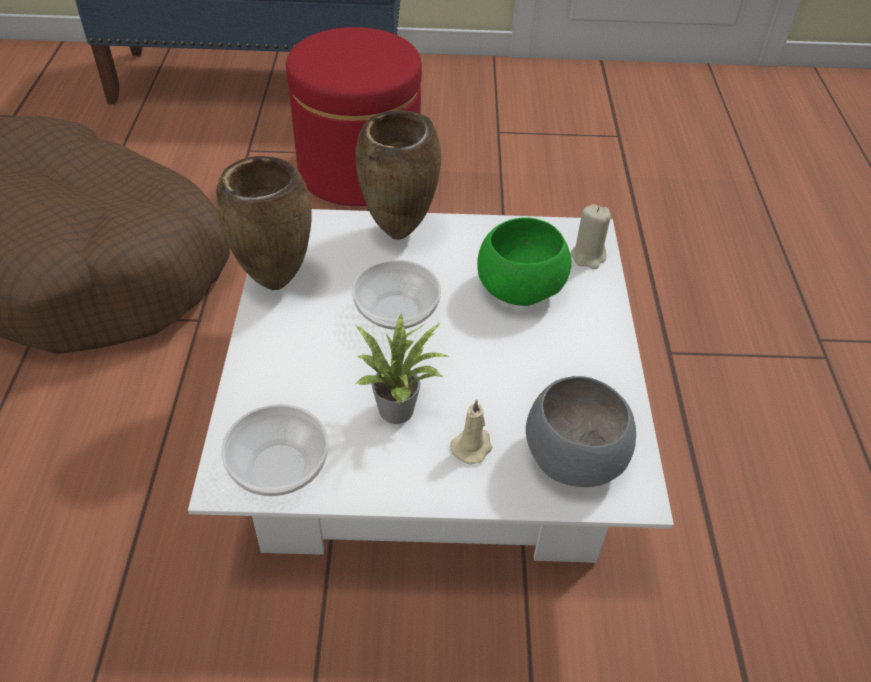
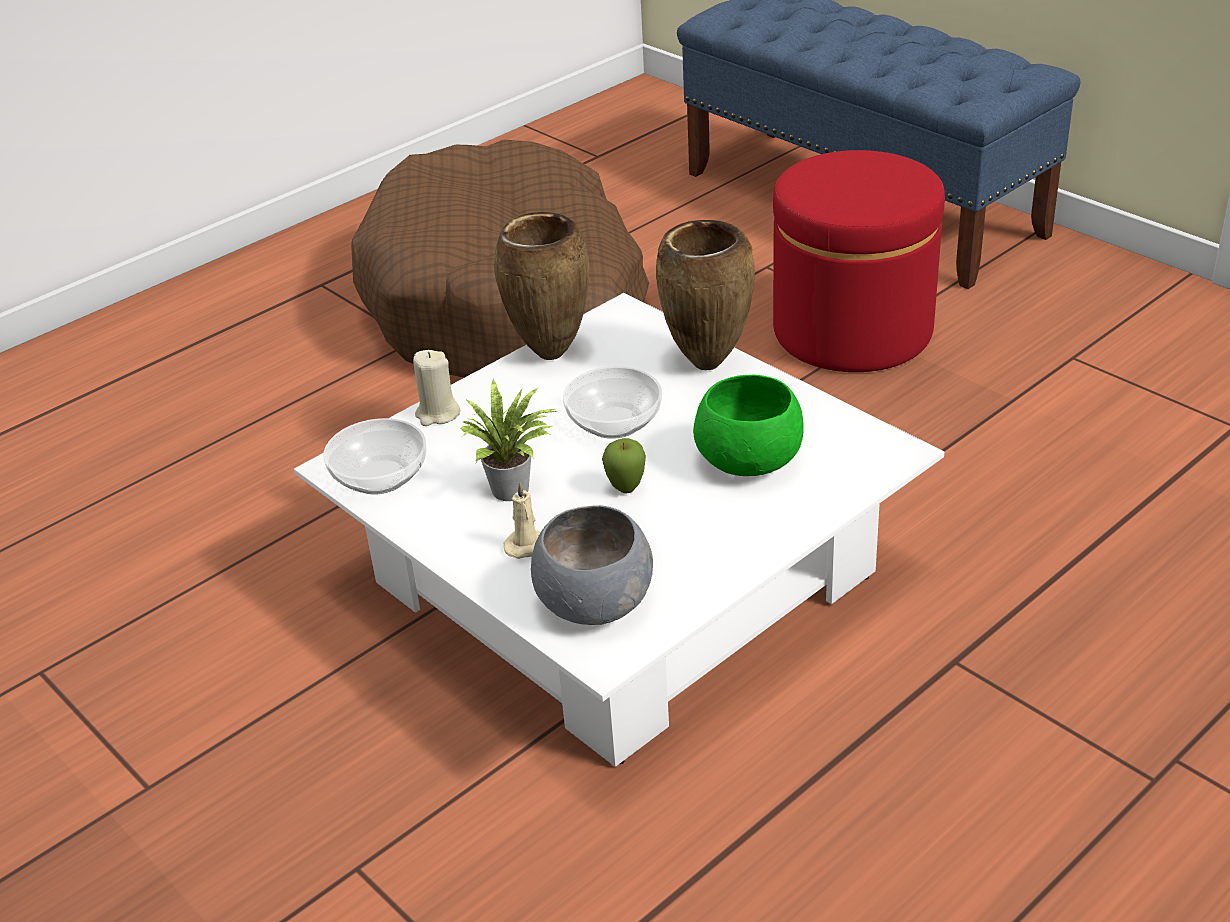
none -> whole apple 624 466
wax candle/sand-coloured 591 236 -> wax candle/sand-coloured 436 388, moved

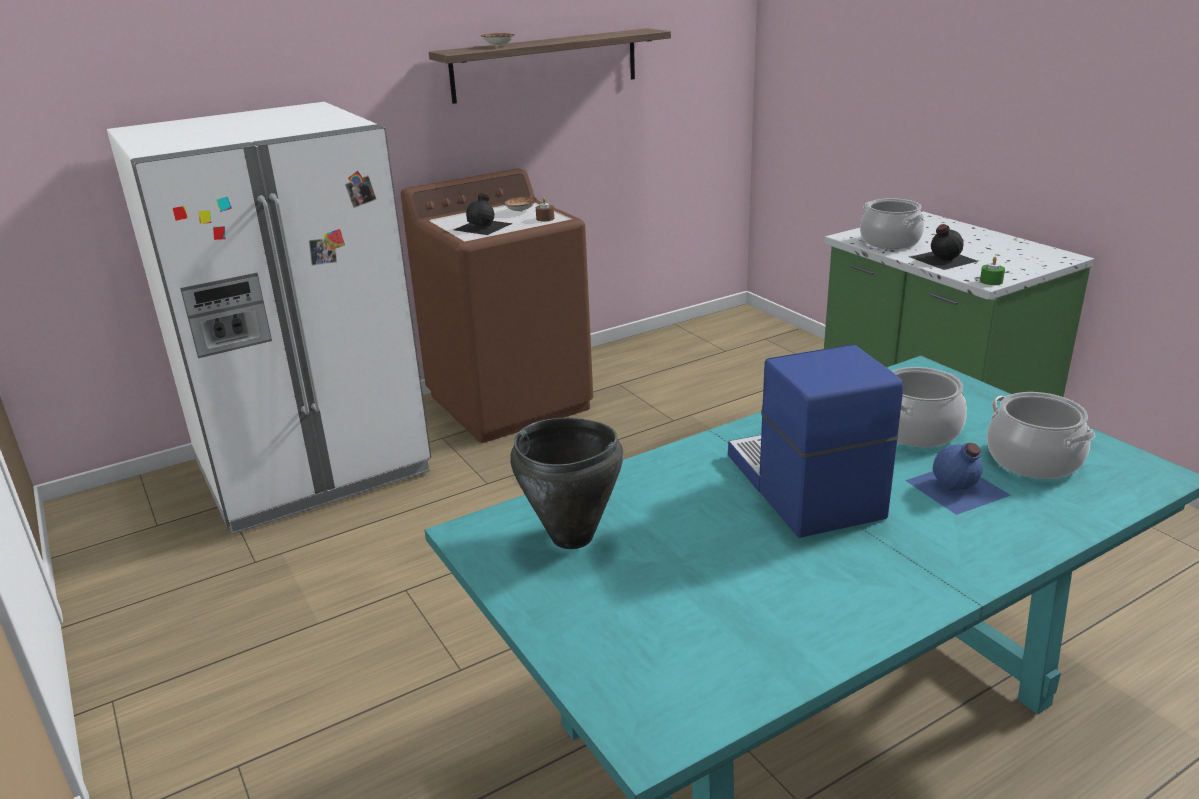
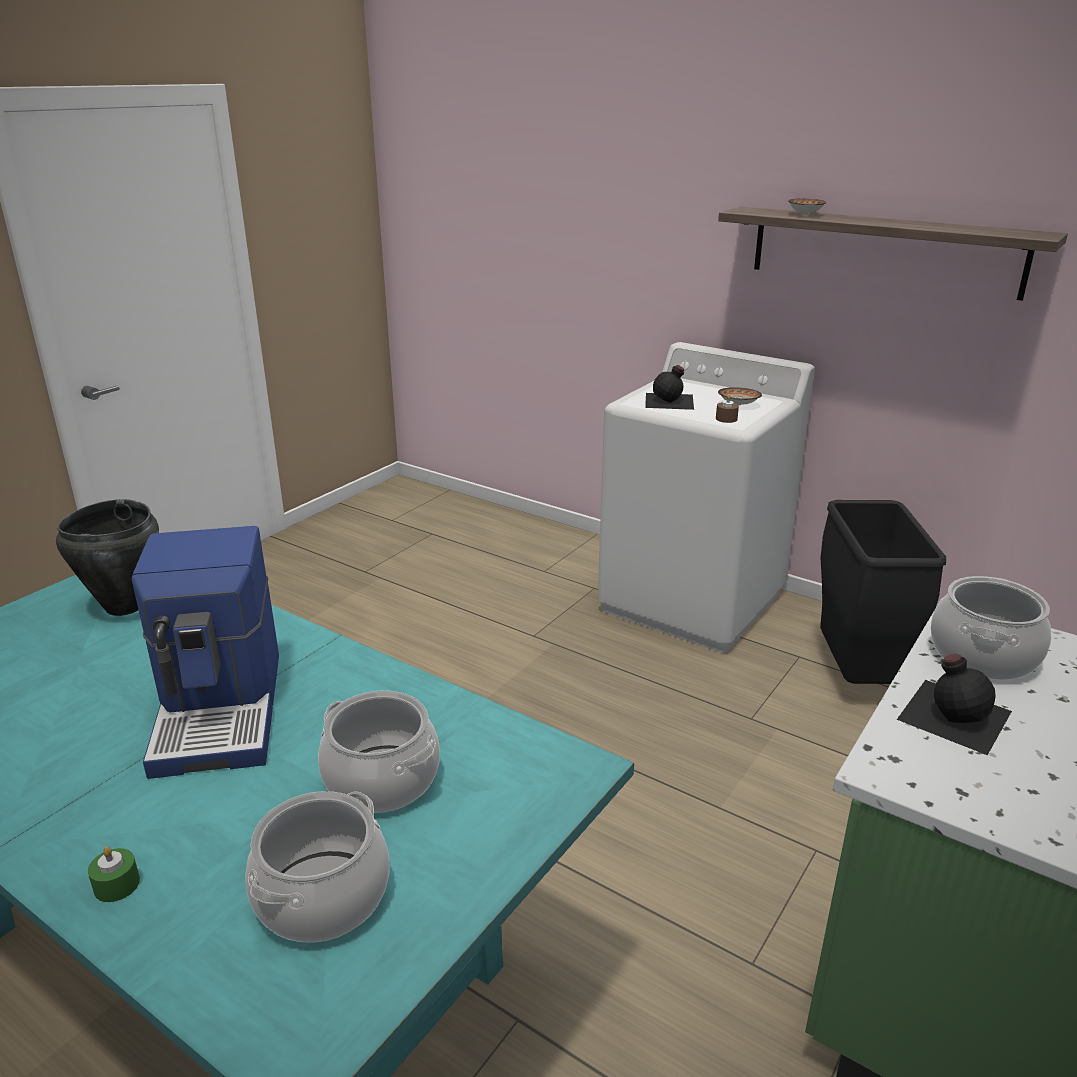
fridge/whitish 269 318 -> none
beverage bottle/blue 958 479 -> none
none -> waste bin/black 883 592
wax candle/greenish 992 271 -> wax candle/greenish 114 874, moved
laundry machine/brown 496 306 -> laundry machine/whitish 706 497
coffee maker 815 441 -> coffee maker 205 652, 120 degrees clockwise

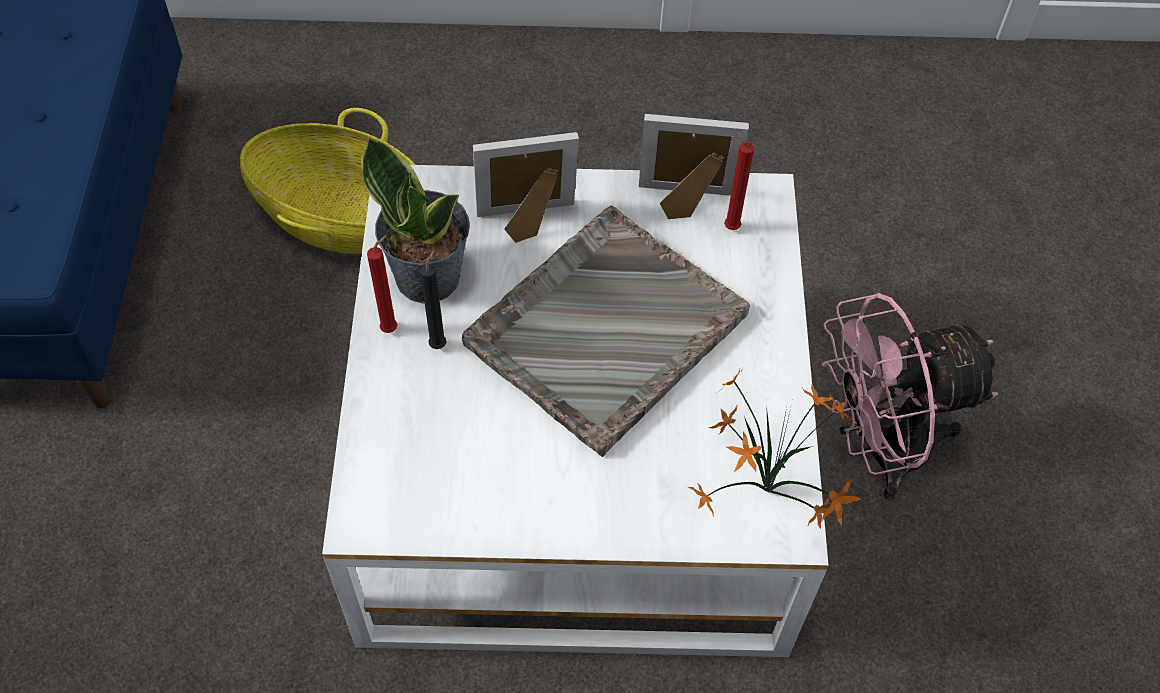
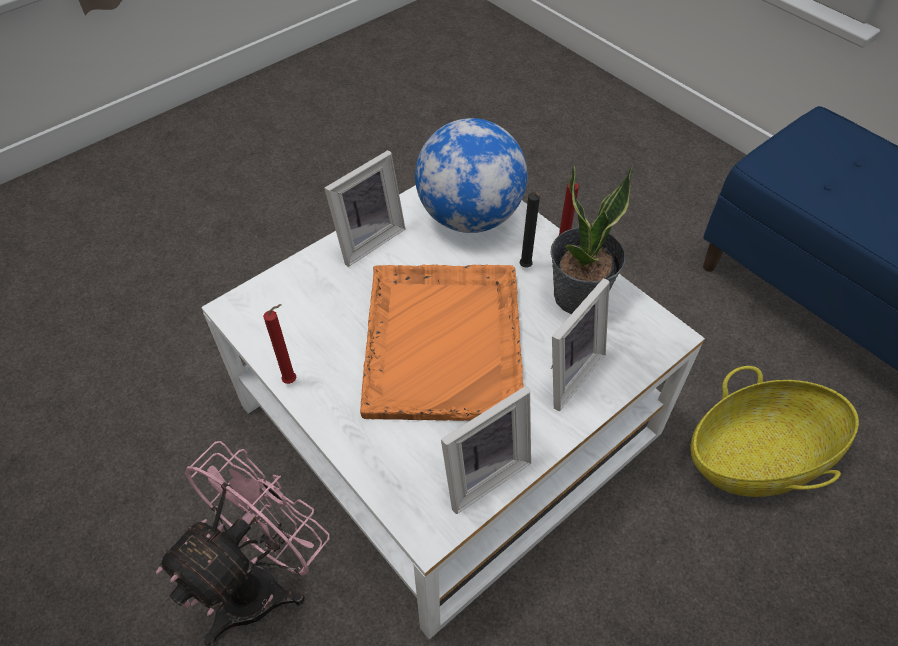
plant in a pot 774 448 -> none
none -> photo frame 364 208
none -> globe 471 175
wax candle/red 739 181 -> wax candle/red 279 344, moved
carrying tray/greyish 606 331 -> carrying tray/orangey 442 342

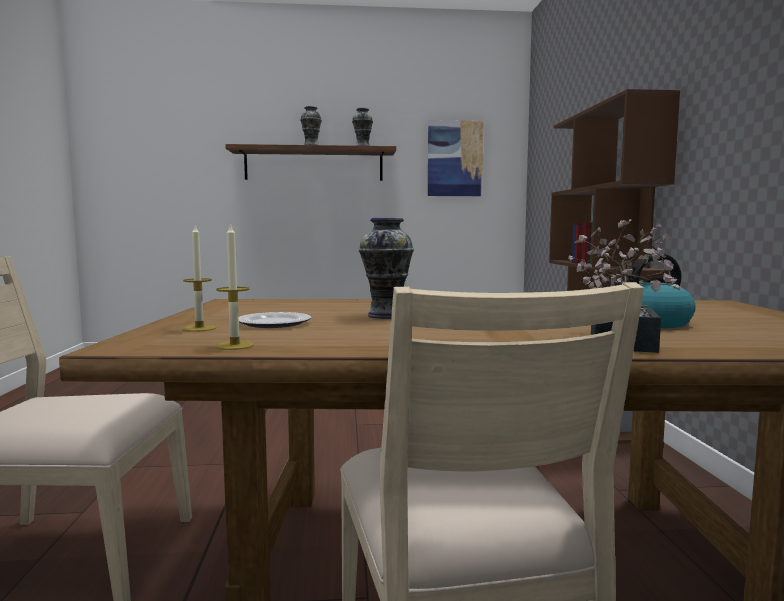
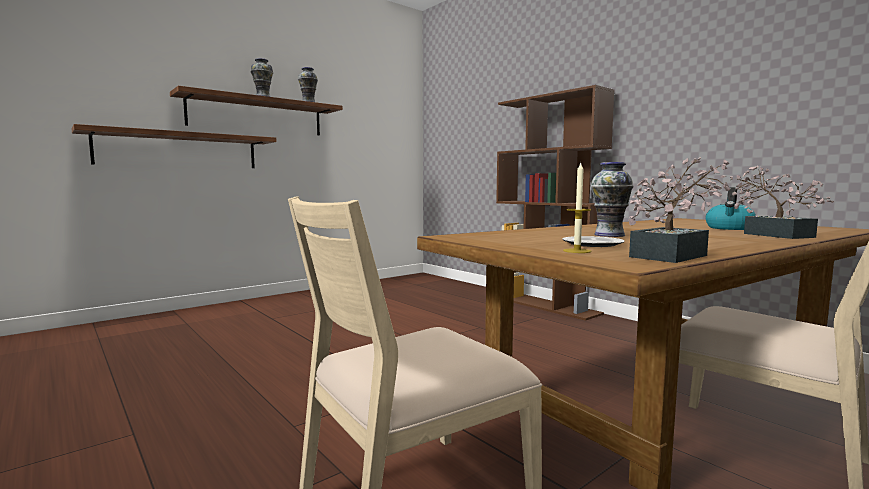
wall picture 456 158 -> none
none -> shelf 174 146
wax candle 234 286 -> plant in a pot 680 210

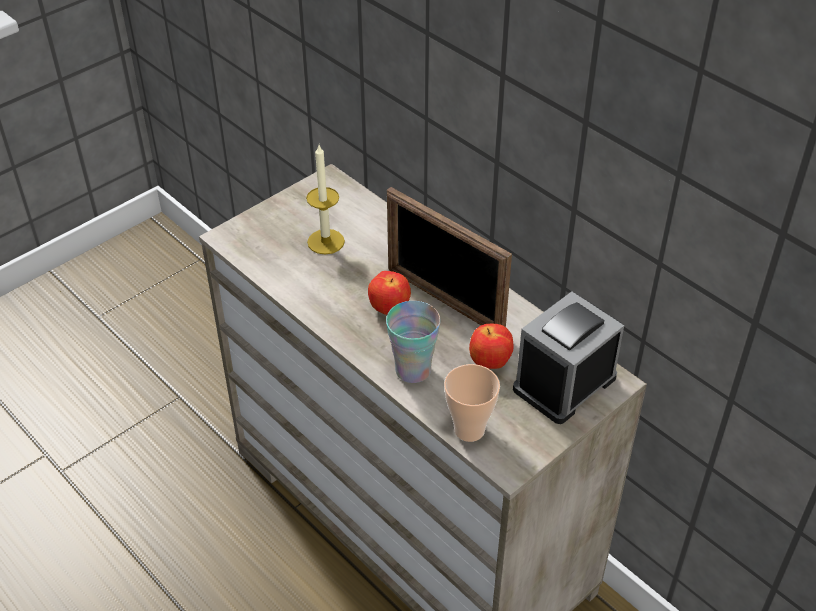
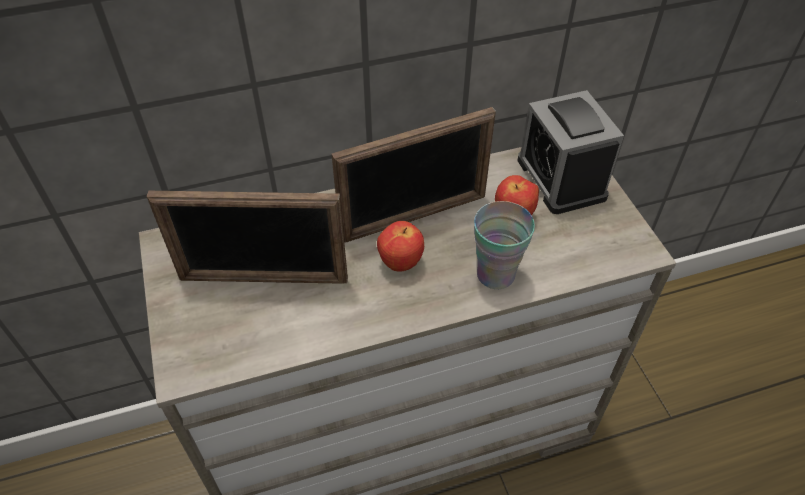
drinking cup 472 403 -> none
wax candle 325 200 -> photo frame 247 237

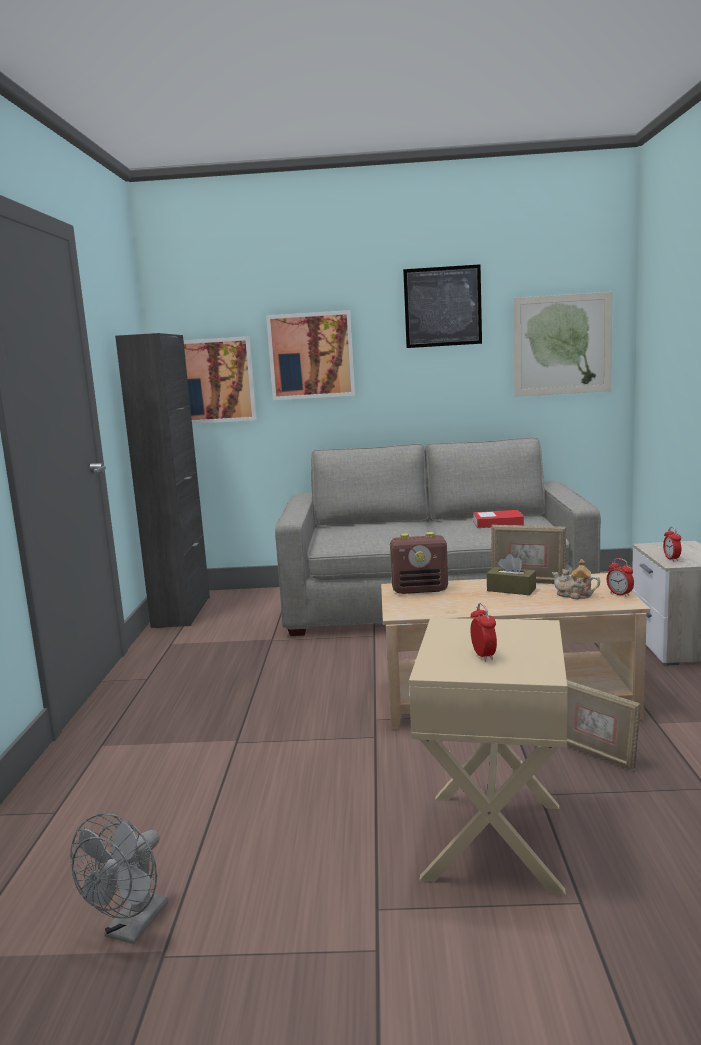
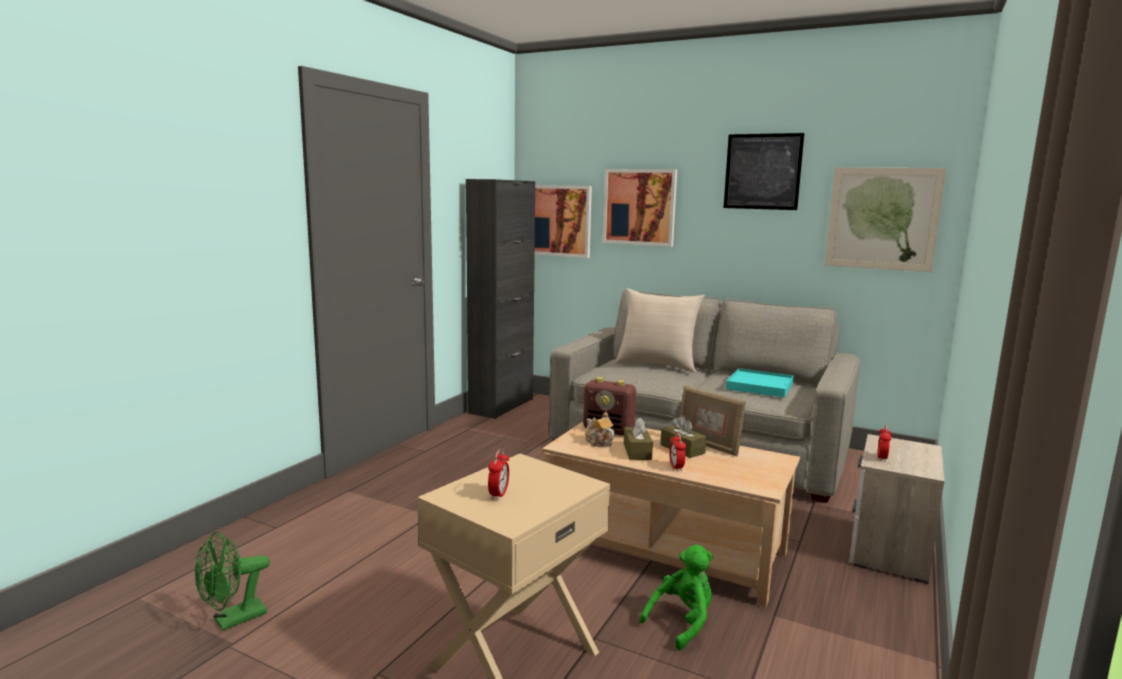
none -> throw pillow/sand-coloured 660 330
none -> tissue holder/brown 638 439
teapot 576 579 -> teapot 600 429, moved
alarm clock 620 577 -> alarm clock 677 451, moved
volume 498 519 -> carrying tray/turquoise 760 383
photo frame 604 725 -> cuddly toy/greenish 676 597
fan/greyish 119 879 -> fan/greenish 232 581

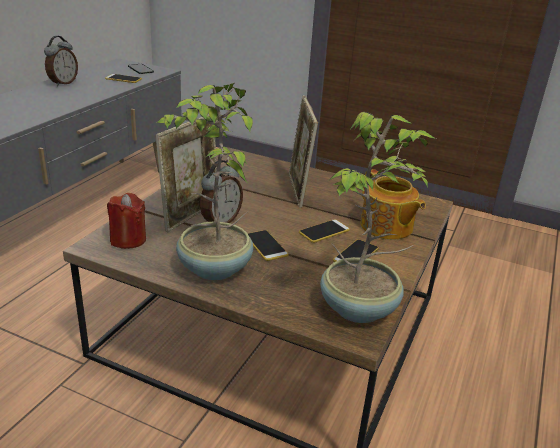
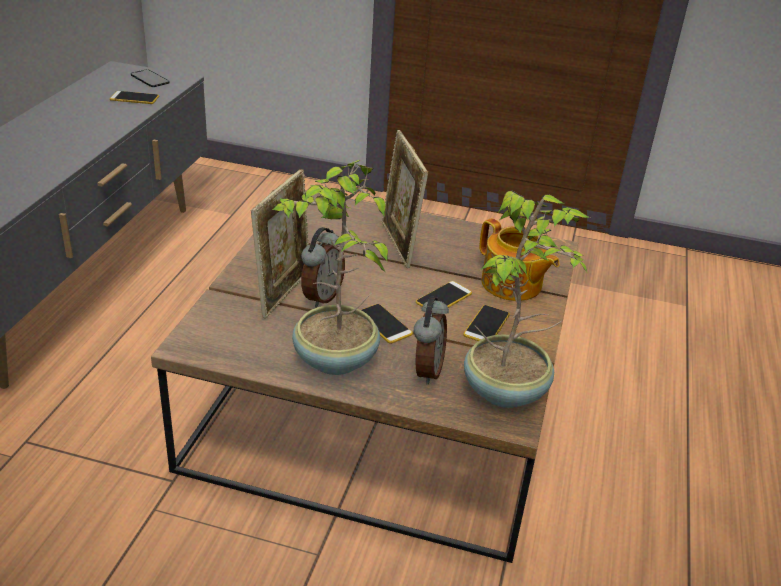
wax candle/red 126 221 -> none
alarm clock 61 61 -> alarm clock 431 341, moved

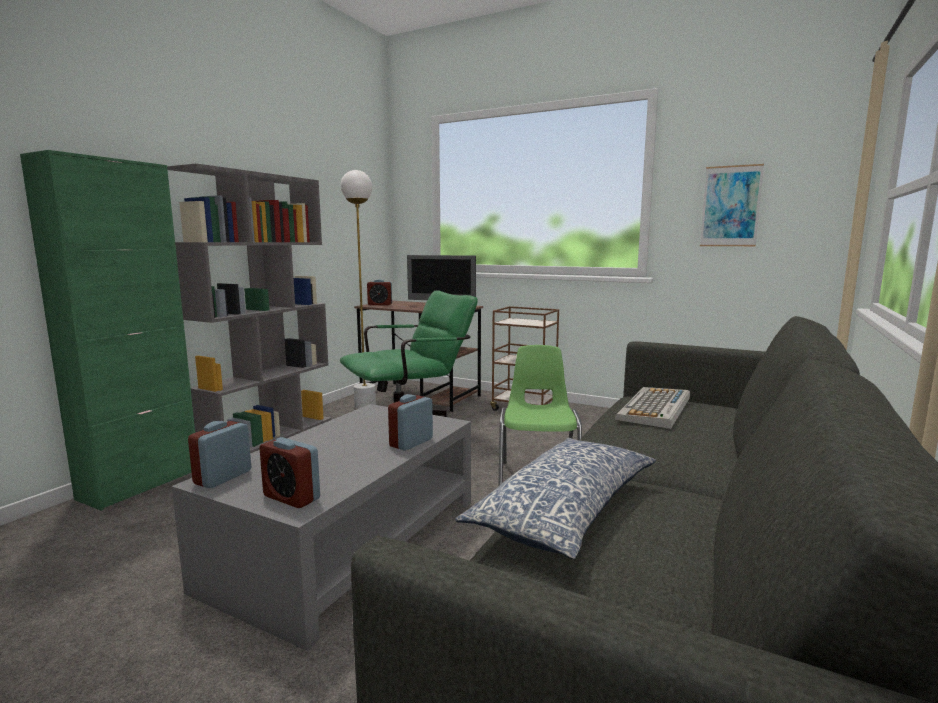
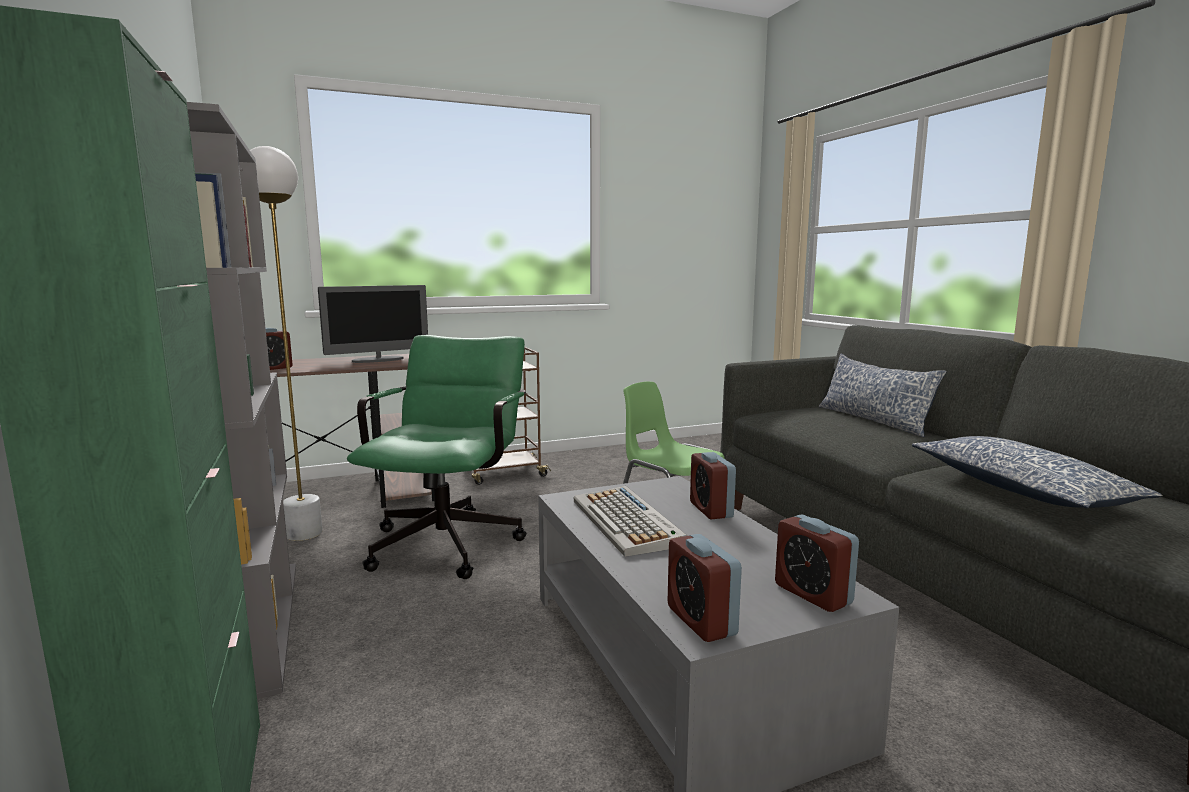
wall picture 732 205 -> none
none -> throw pillow 883 395
PC keyboard 652 408 -> PC keyboard 630 521, moved
alarm clock 289 472 -> alarm clock 817 563, 75 degrees clockwise

